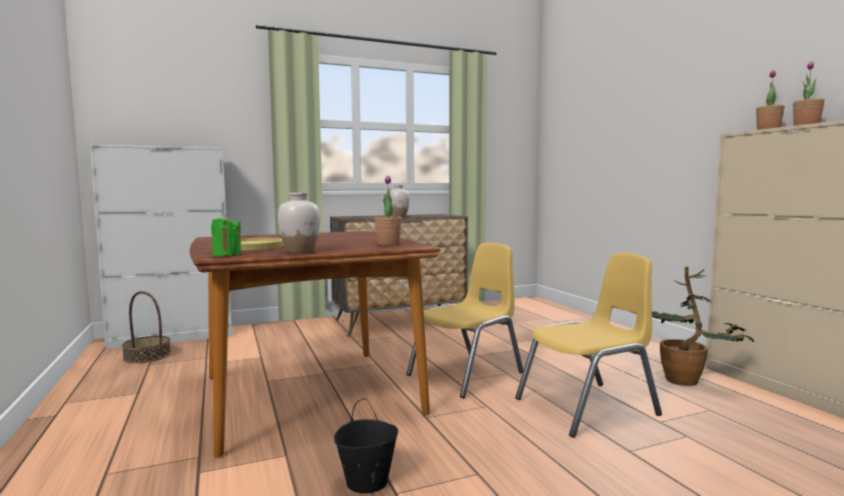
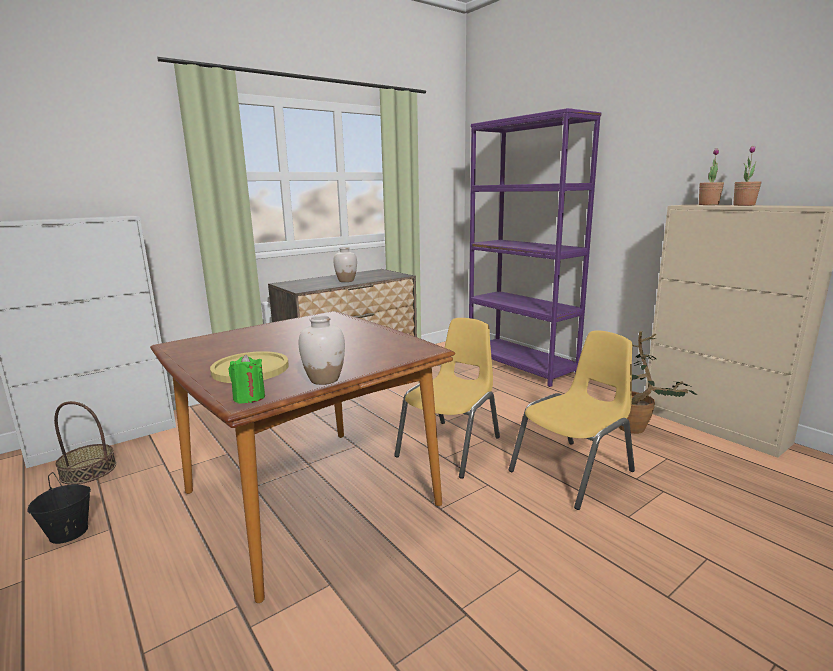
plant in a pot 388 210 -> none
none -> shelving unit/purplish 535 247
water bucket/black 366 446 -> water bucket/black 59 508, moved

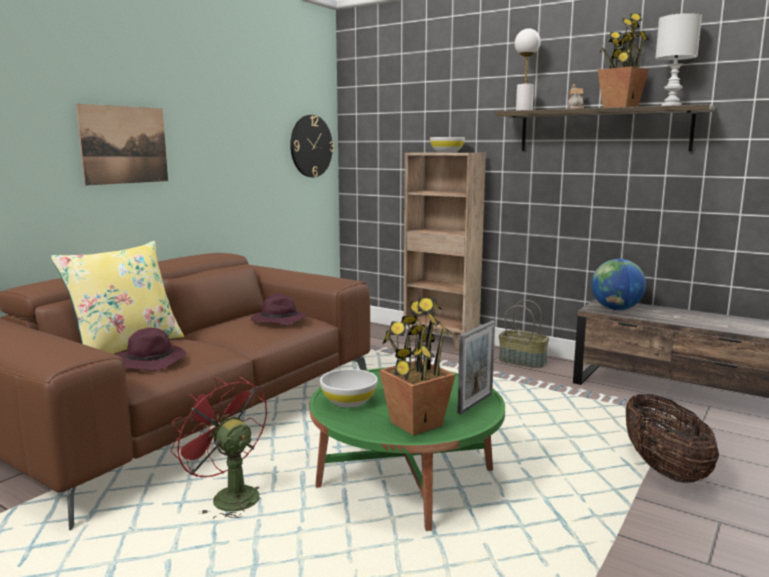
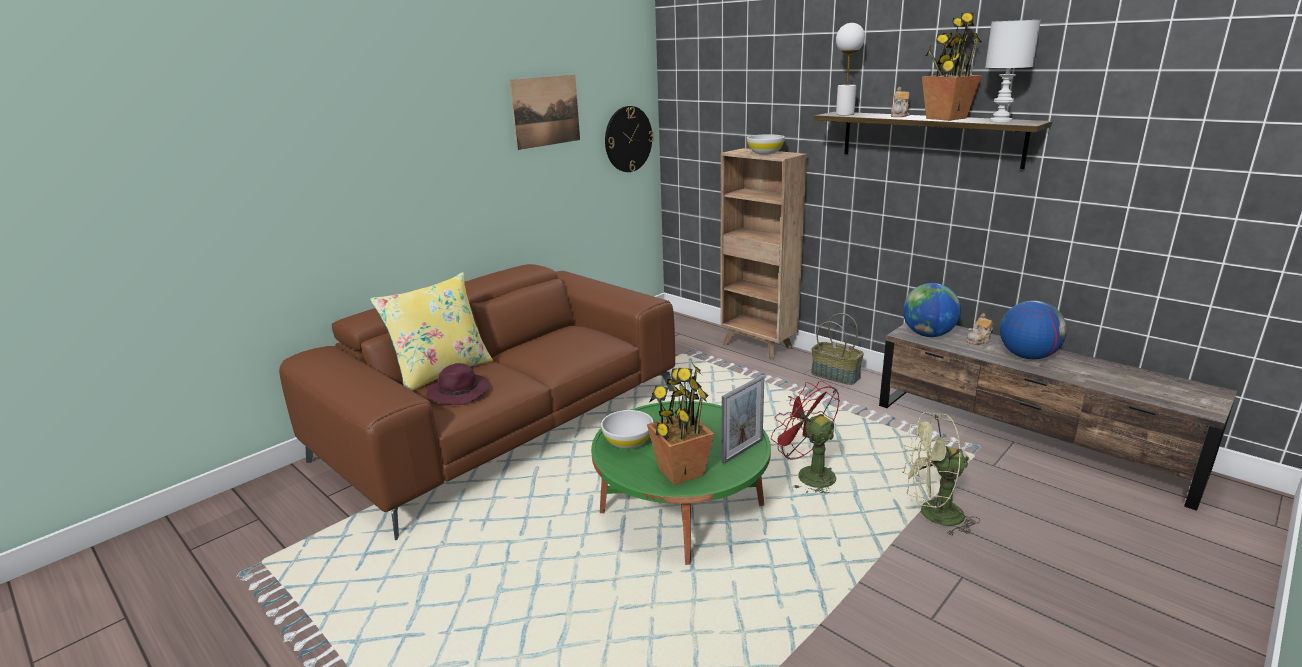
clothing hat/purplish 279 309 -> none
none -> teapot 980 329
none -> globe 1033 330
wall picture 122 144 -> wall picture 545 112, moved
fan/red 218 448 -> fan/red 805 438, moved
basket 672 438 -> fan/greenish 941 474

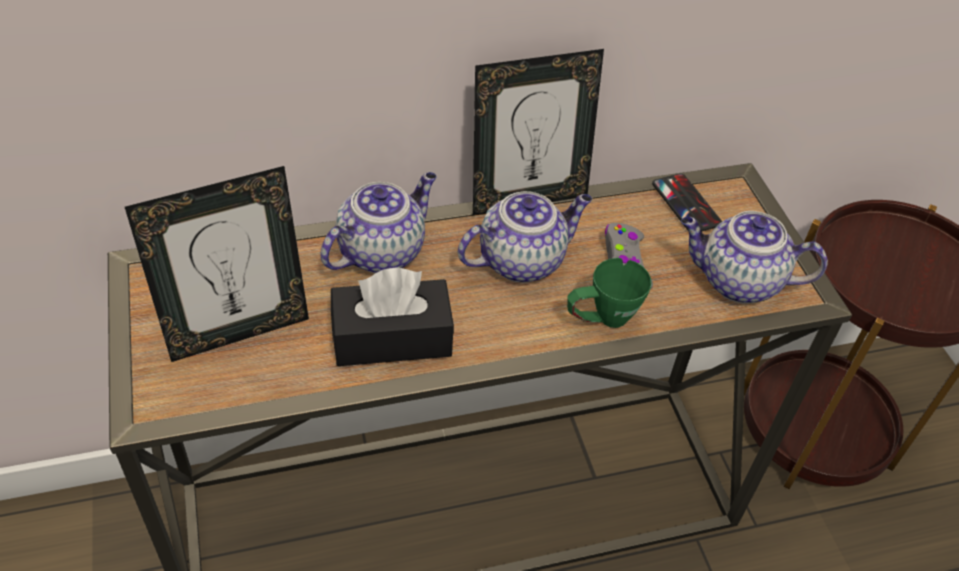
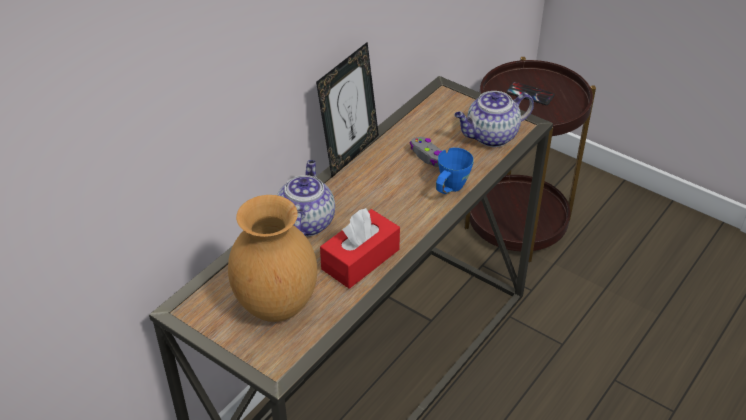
teapot 525 237 -> none
handset 687 202 -> handset 530 93, moved
photo frame 217 264 -> flower vase/brown 272 258
tissue holder/black 392 316 -> tissue holder/red 360 248
mug/greenish 609 293 -> mug/blue 455 171

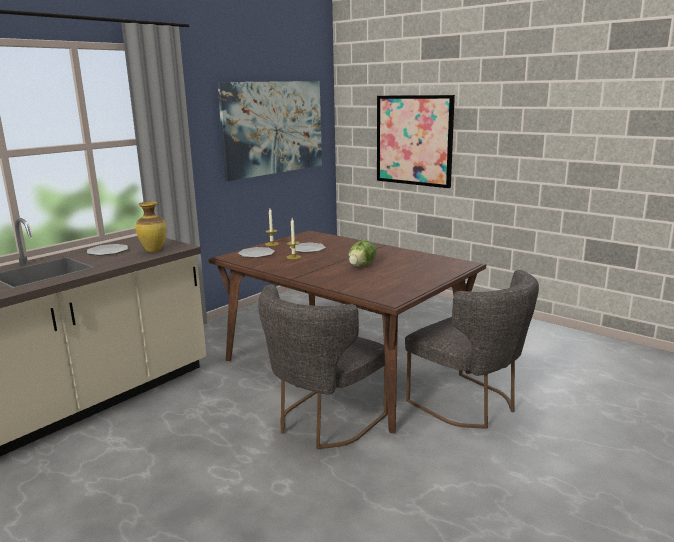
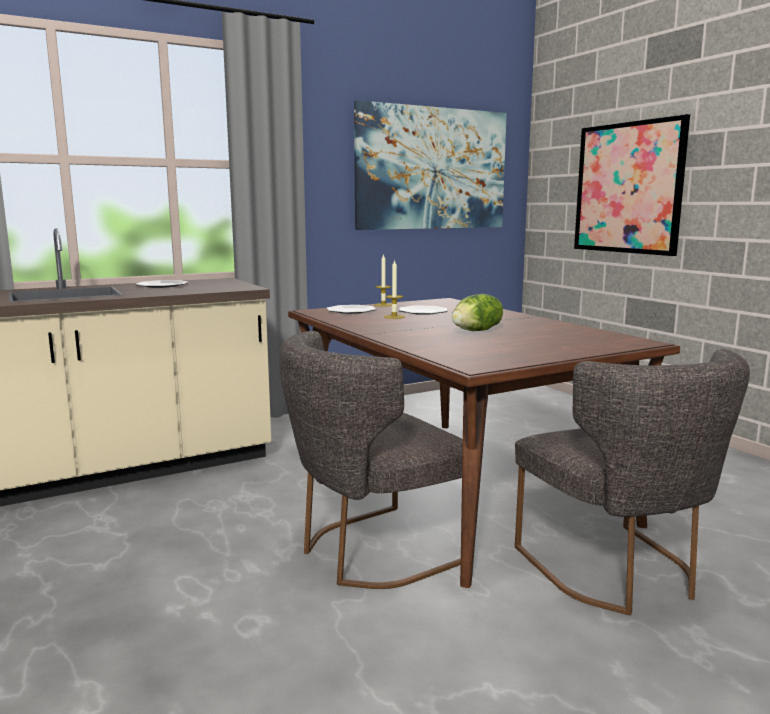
flower vase 151 226 -> none

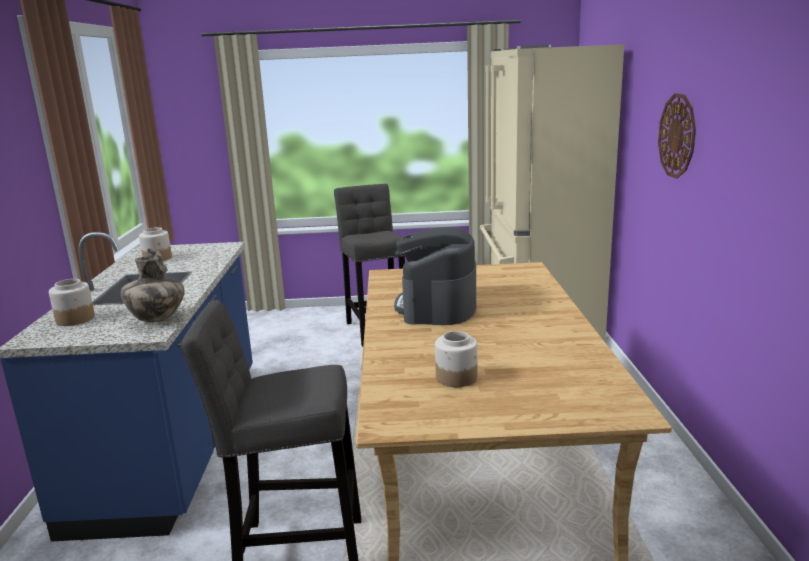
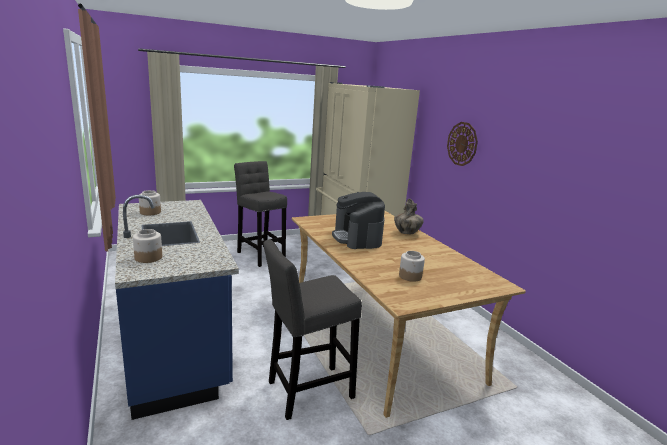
flower vase 153 285 -> flower vase 409 216, moved

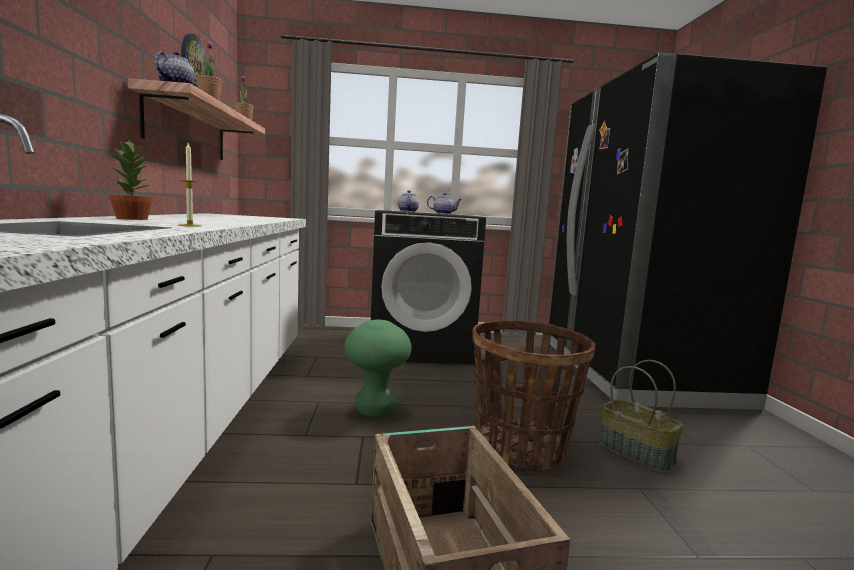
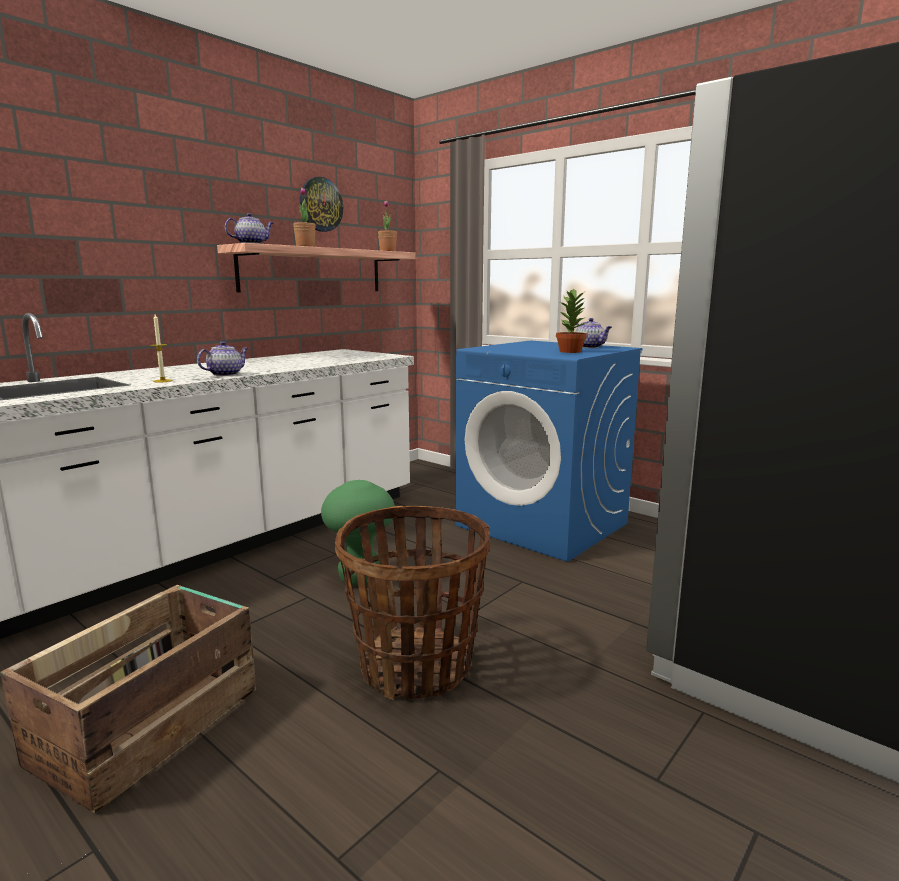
basket 641 416 -> none
plant in a pot 131 180 -> plant in a pot 571 320, moved
teapot 408 201 -> teapot 222 358, moved
laundry machine/black 428 287 -> laundry machine/blue 549 451

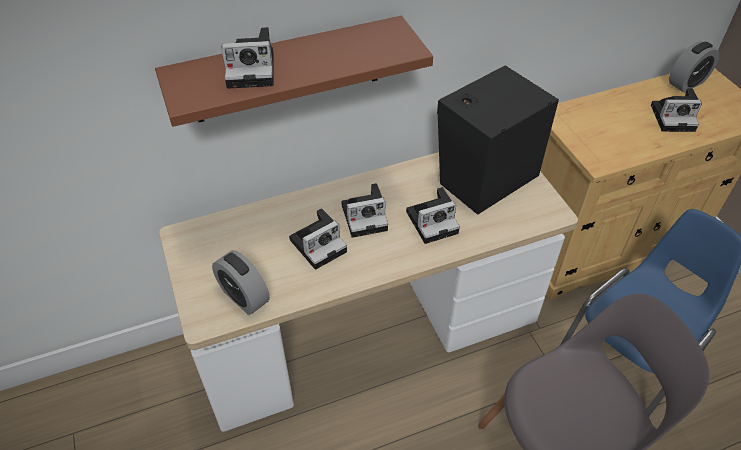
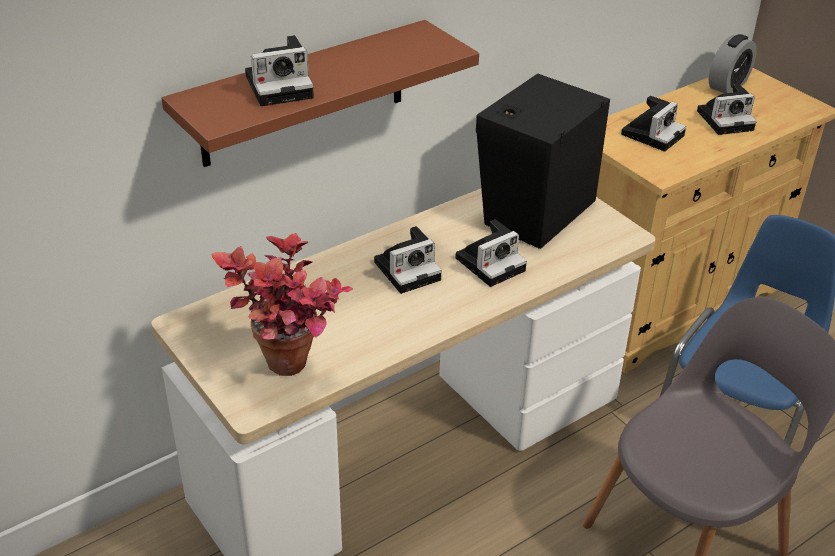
still camera 318 239 -> still camera 653 124, moved
alarm clock 241 282 -> plant in a pot 282 304

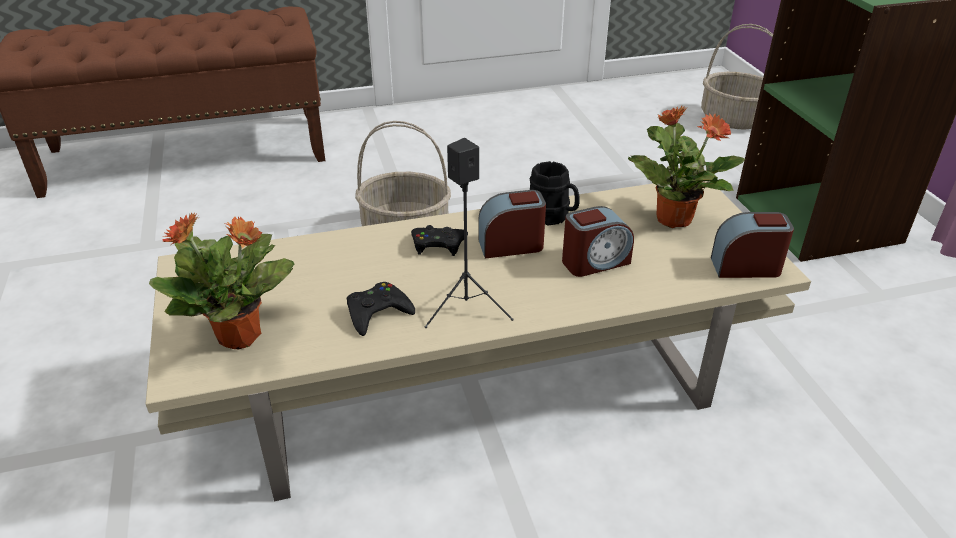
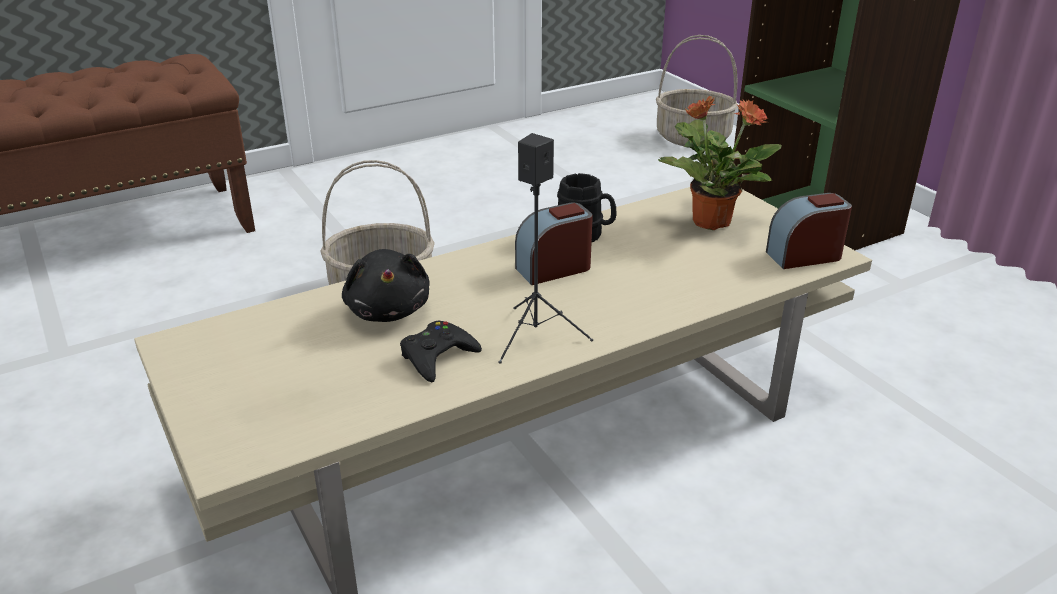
plant in a pot 221 281 -> none
gamepad/black 439 240 -> none
alarm clock 598 241 -> none
none -> cuddly toy/black 386 285

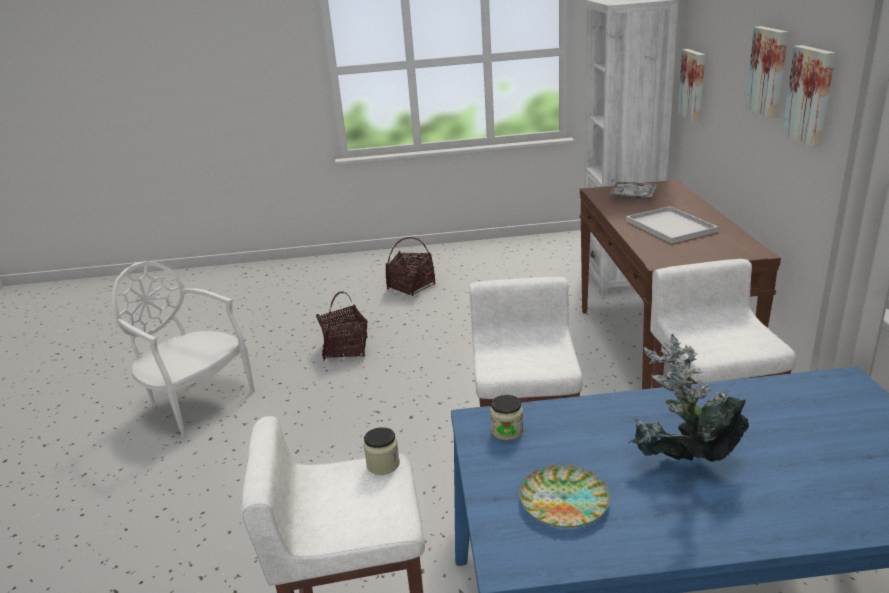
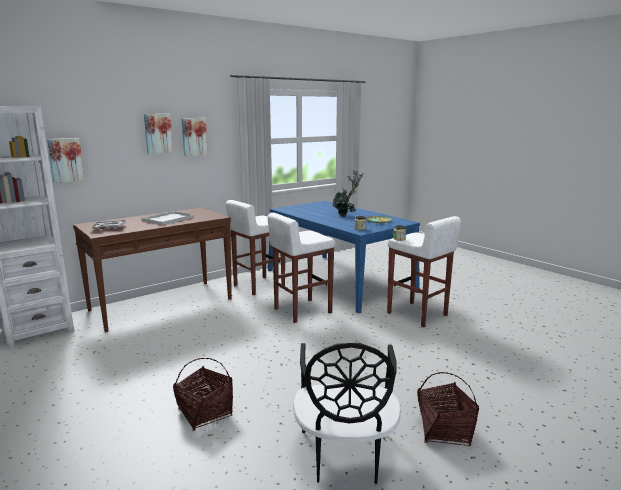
basket 410 266 -> basket 448 409, moved
upright chair/whitish 184 349 -> upright chair/black 347 413

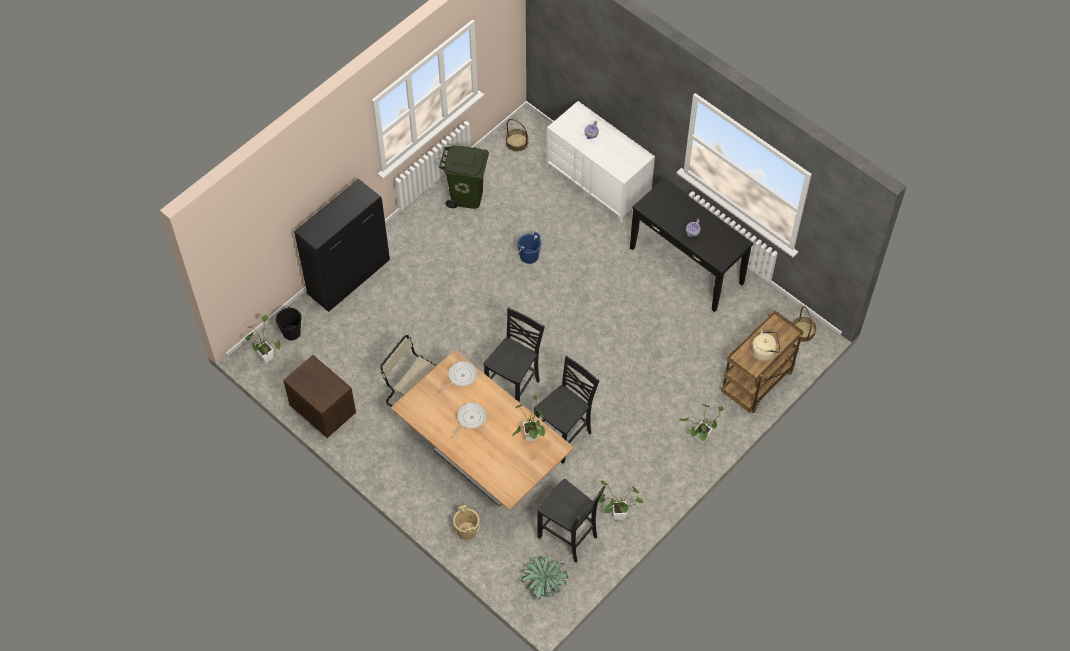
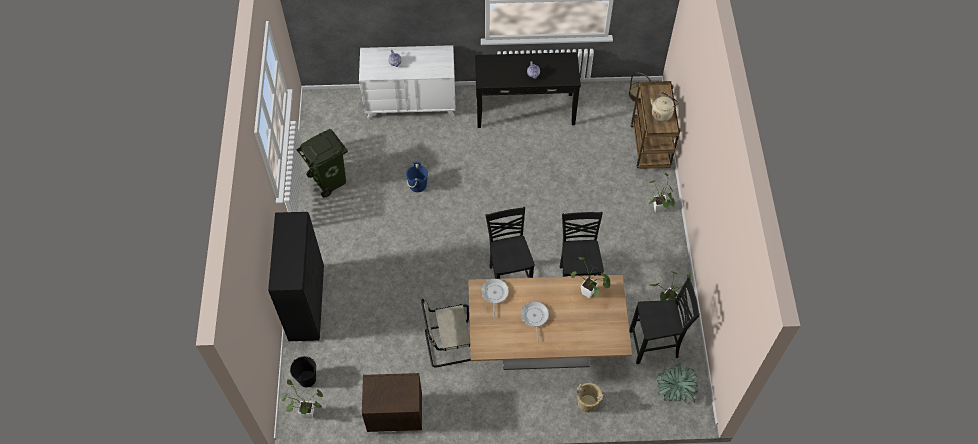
basket 517 135 -> none

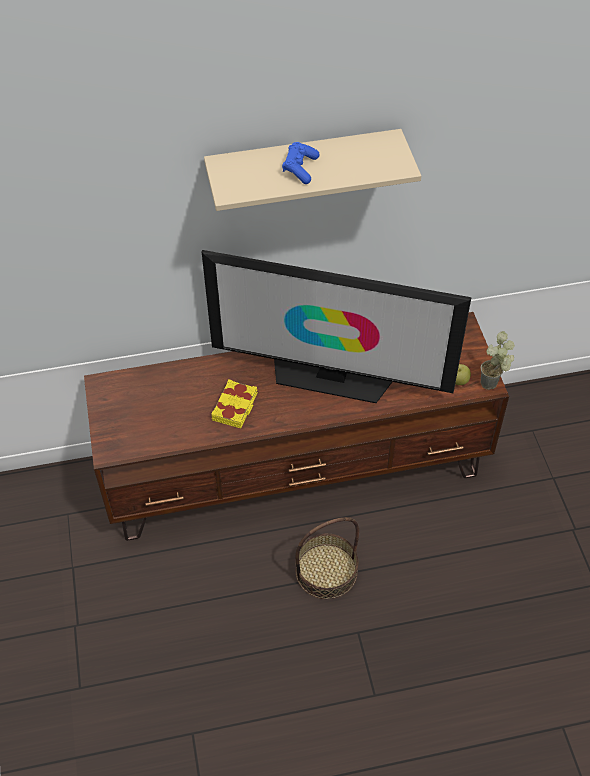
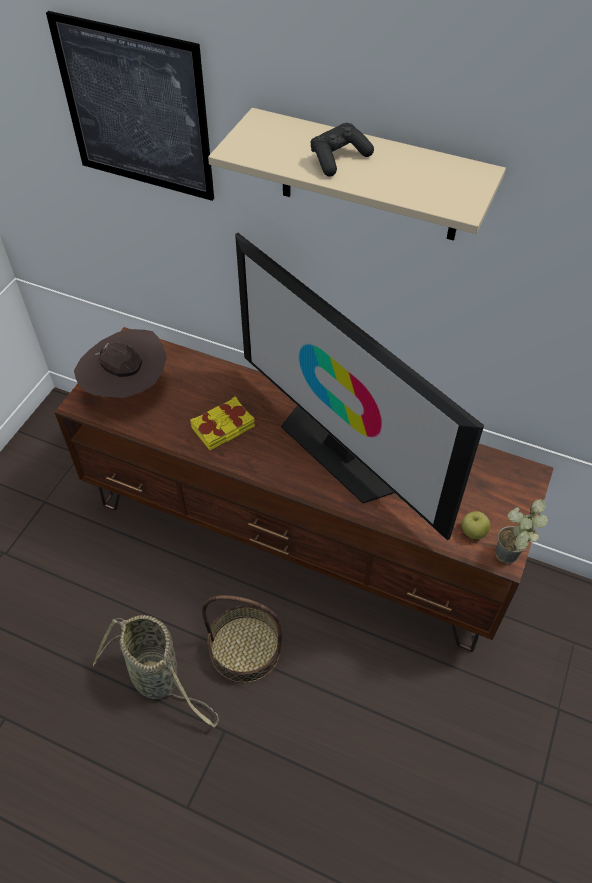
none -> wall picture 130 106
none -> clothing hat/brown 120 363
none -> basket 156 671
gamepad/blue 300 163 -> gamepad/black 342 149

